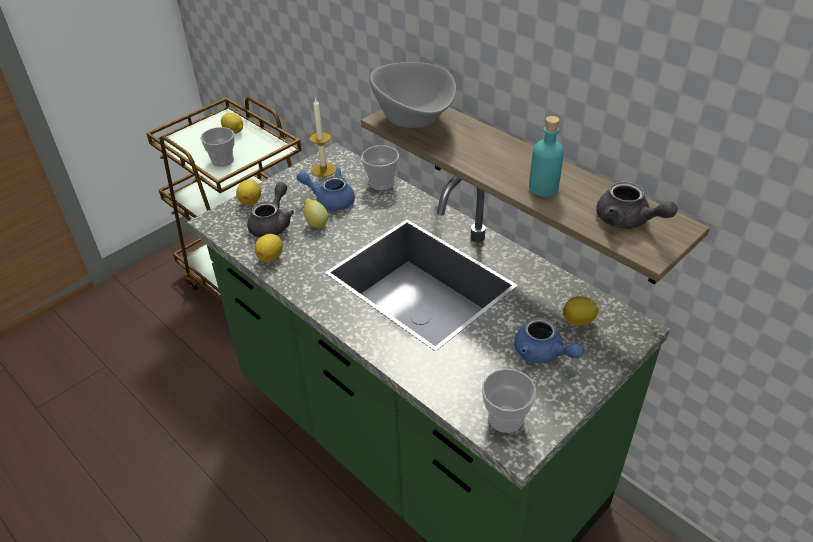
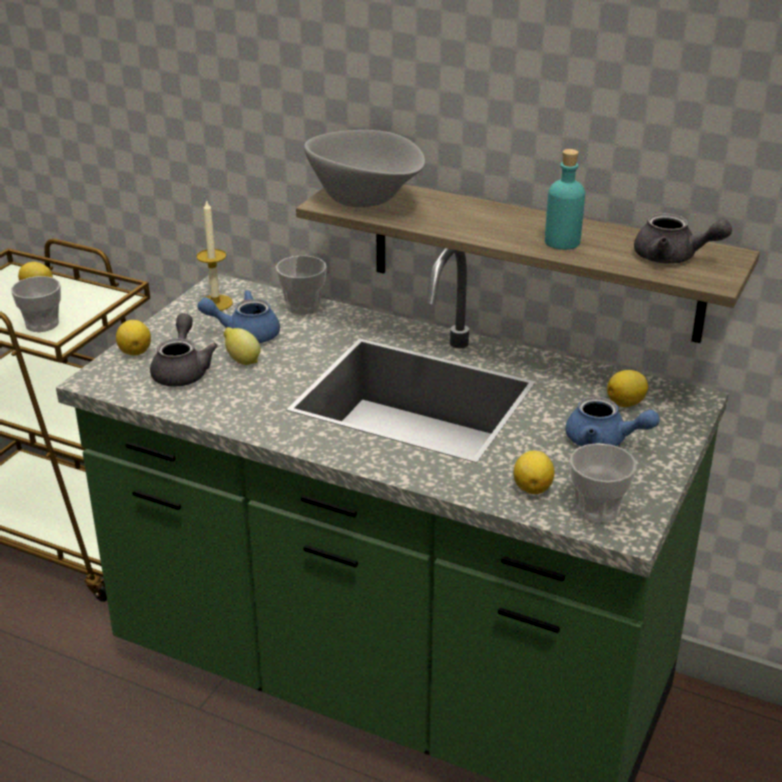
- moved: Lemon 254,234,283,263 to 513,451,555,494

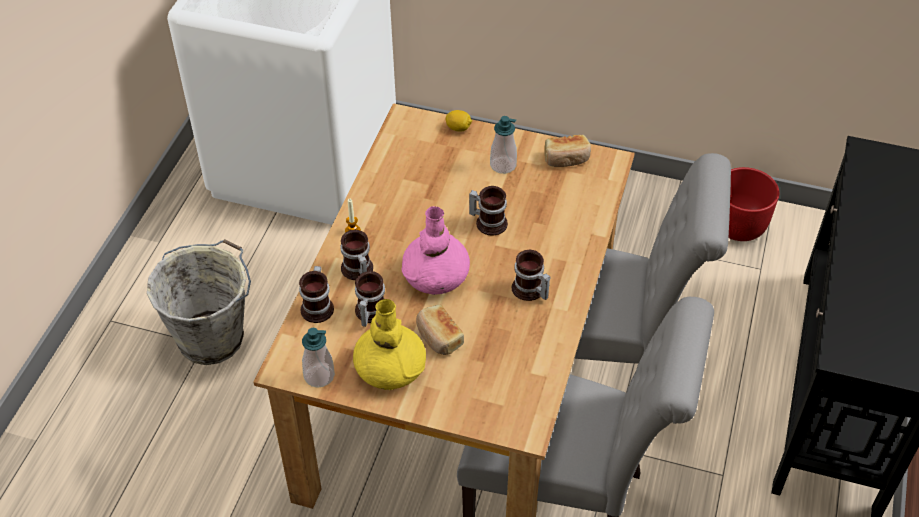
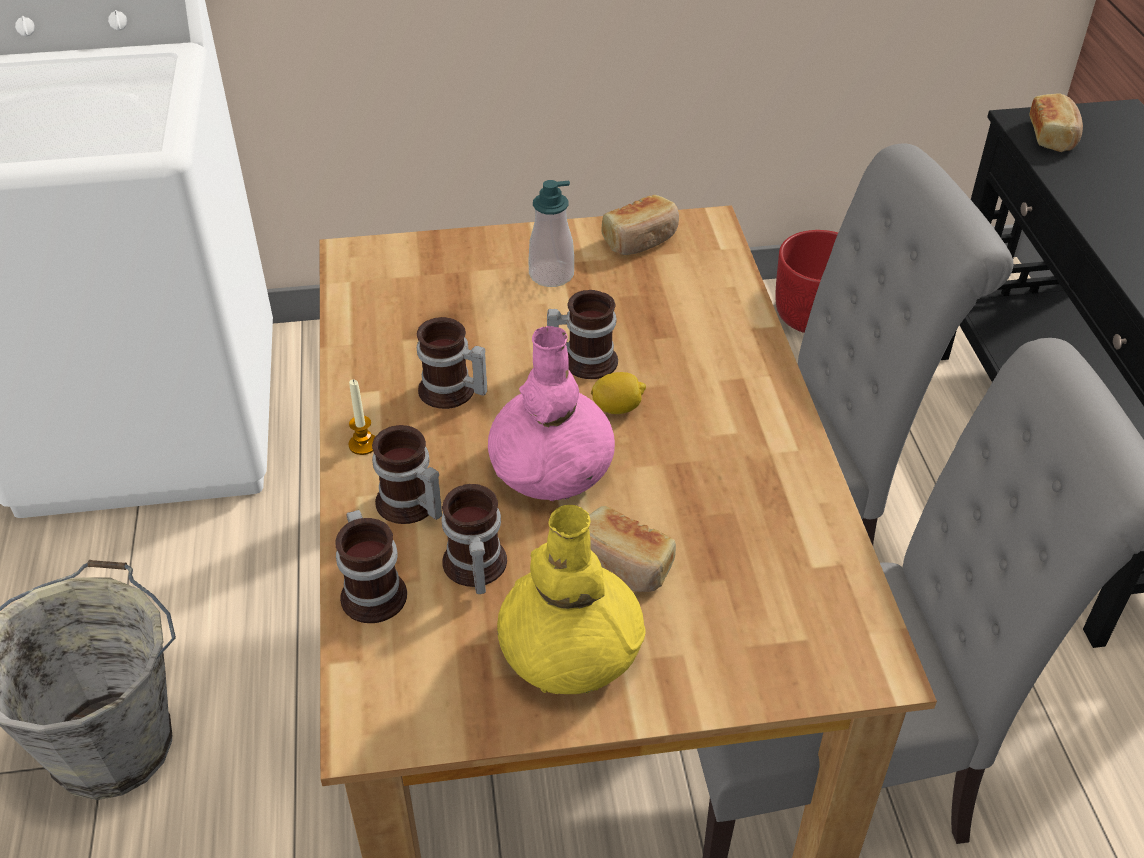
- removed: SoapDispenser 302,328,335,388
- added: Bread 1029,93,1083,152
- moved: Lemon 445,110,472,132 to 591,372,646,414
- moved: Mug 512,250,550,301 to 417,317,487,409

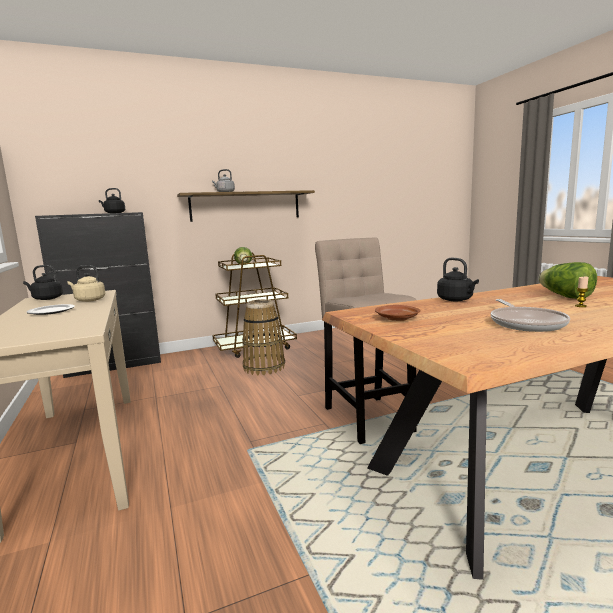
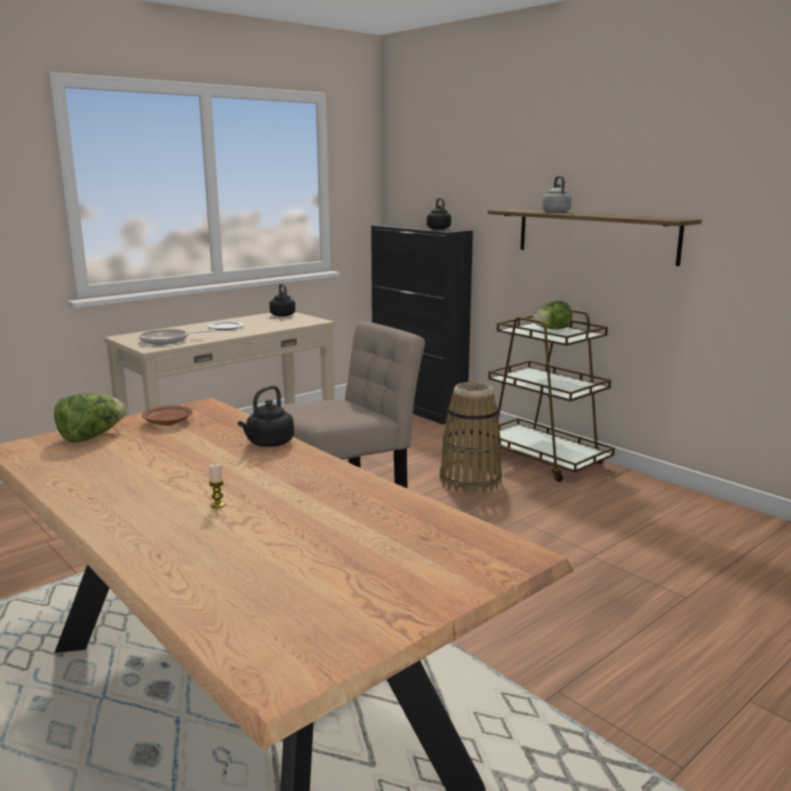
- removed: BeigeKettle 67,265,105,302
- moved: FryingPan 491,299,570,332 to 139,329,213,345
- moved: Lettuce 538,262,597,299 to 54,394,126,443

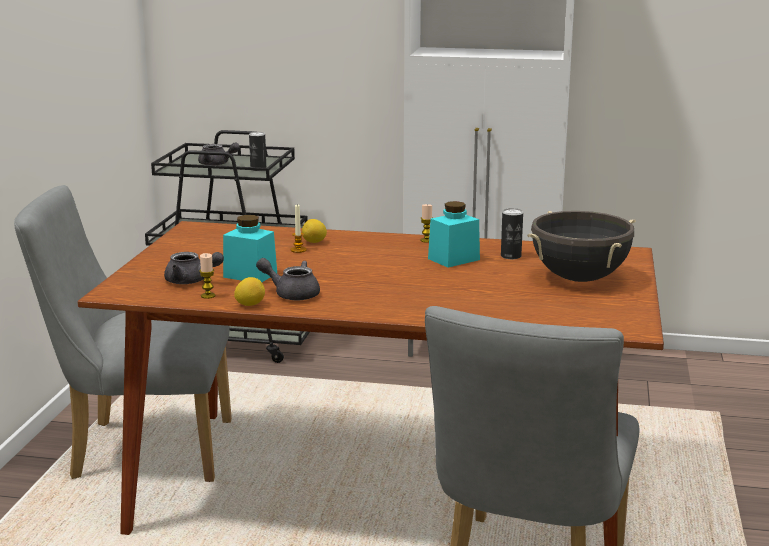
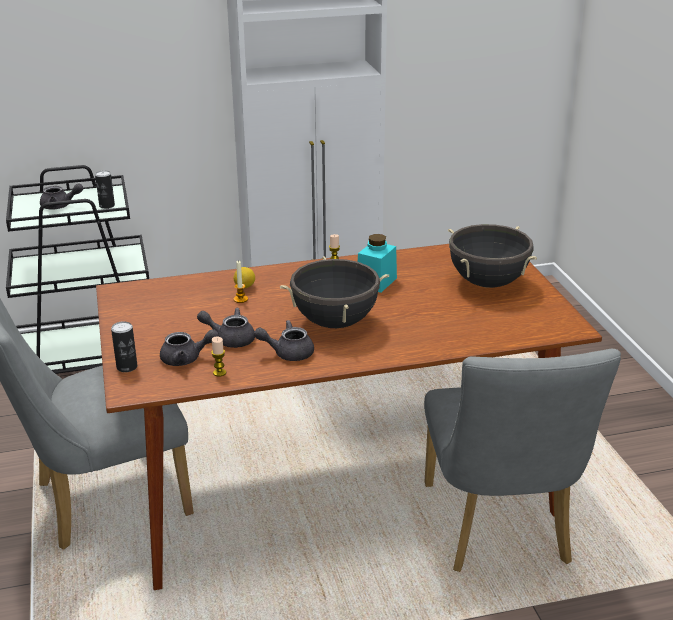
- removed: Lemon 234,277,265,306
- added: BlackCookingPot 280,256,389,328
- moved: Can 501,208,523,259 to 111,321,137,372
- replaced: TurquoiseJar 223,215,277,282 to GreyTeapot 197,308,255,348

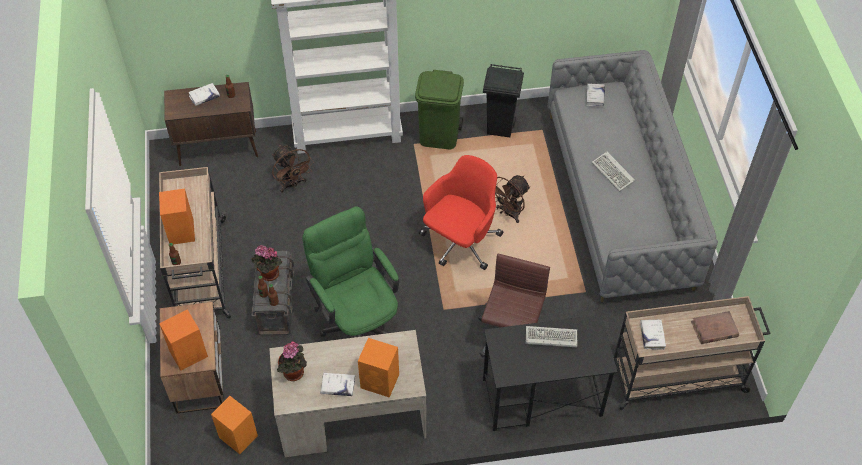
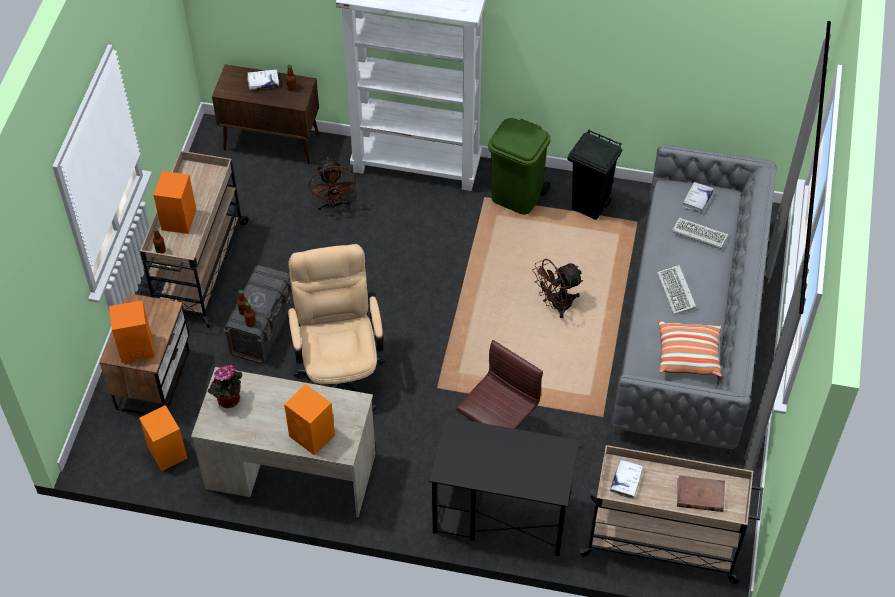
- removed: PottedPlant 251,245,282,281
- removed: WhiteBook 320,373,355,396
- removed: RedOfficeChair 419,155,504,270
- added: Pillow 658,320,722,377
- moved: Keyboard 526,326,578,347 to 672,217,728,249
- recoloured: GreenOfficeChair 303,206,399,337 to BeigeOfficeChair 287,244,385,411

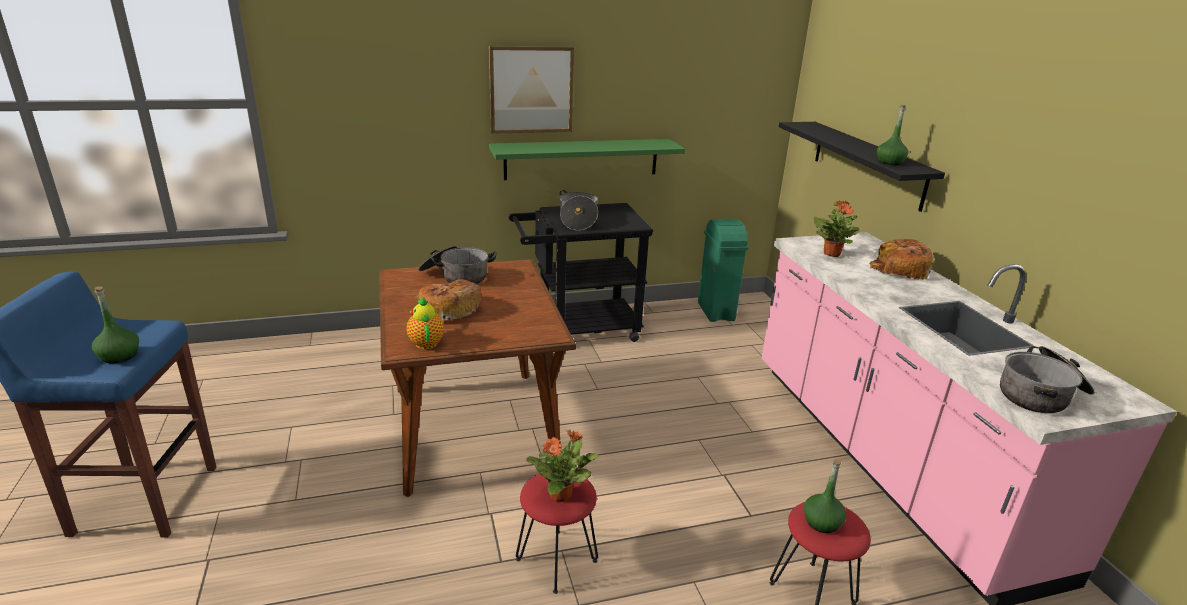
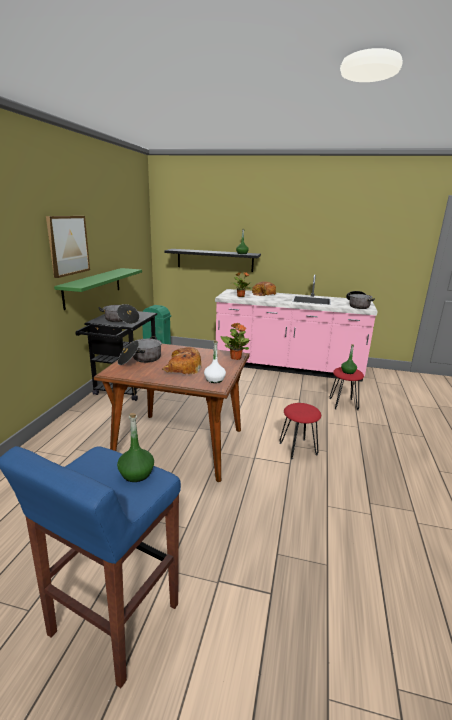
- moved: PottedPlant 526,430,599,502 to 221,323,250,360
- replaced: Teapot 406,297,444,349 to WhiteBottle 204,340,226,383

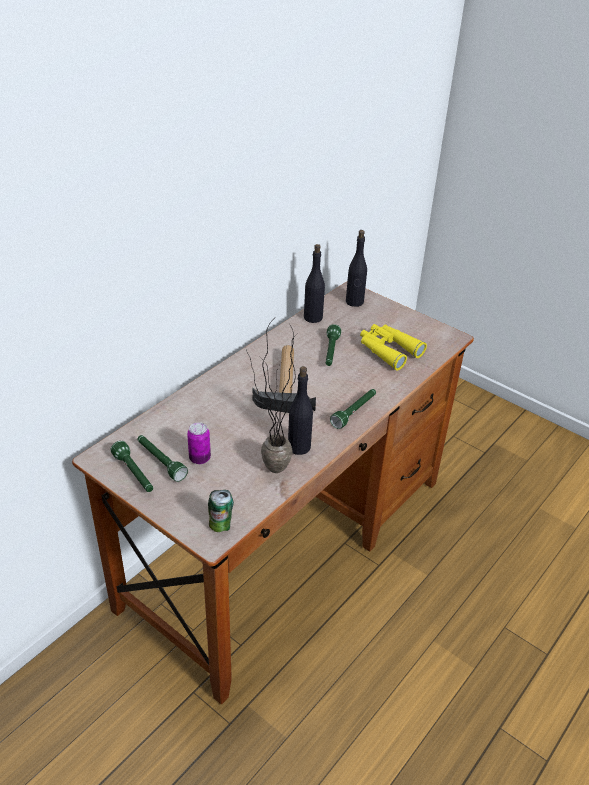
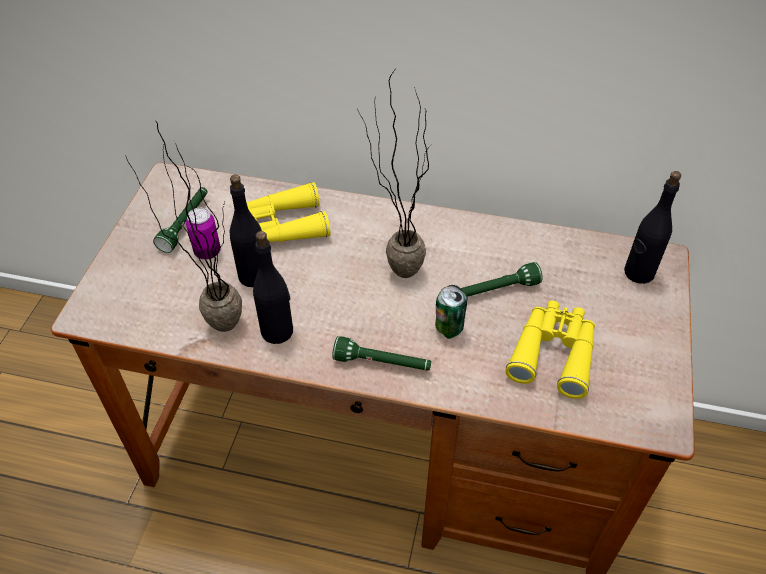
- removed: GreenFlashlight 111,441,153,492
- added: YellowBinoculars 246,182,330,242
- moved: Can 208,490,234,532 to 435,285,468,339
- moved: BlackBottle 304,244,325,323 to 230,174,262,287
- replaced: Hammer 252,345,316,413 to PottedPlant 357,70,431,278

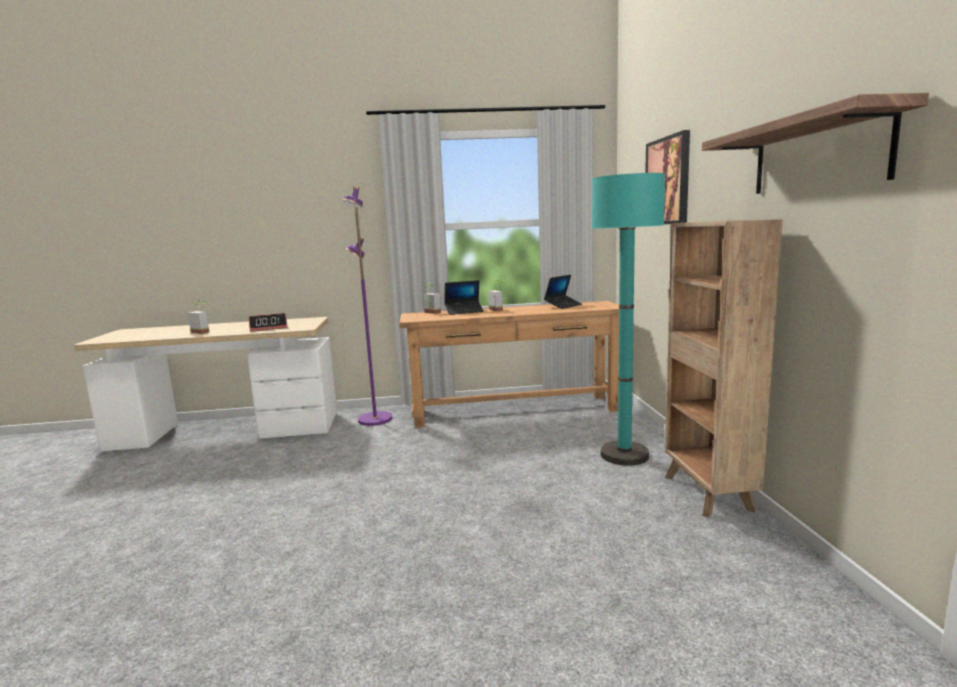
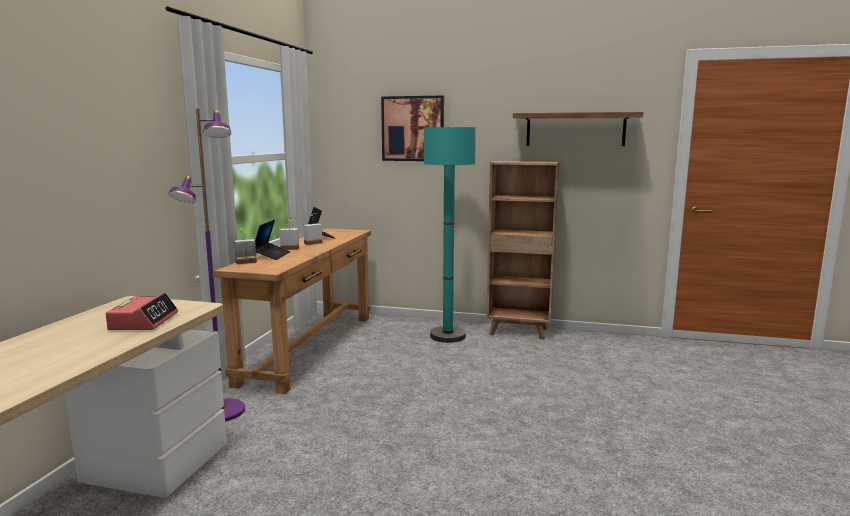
- moved: PottedPlant 188,300,210,334 to 303,213,322,245

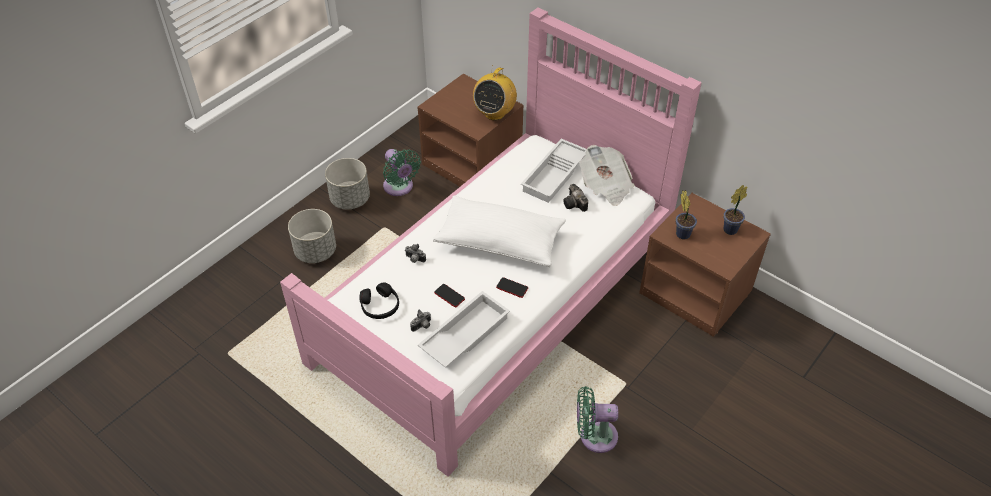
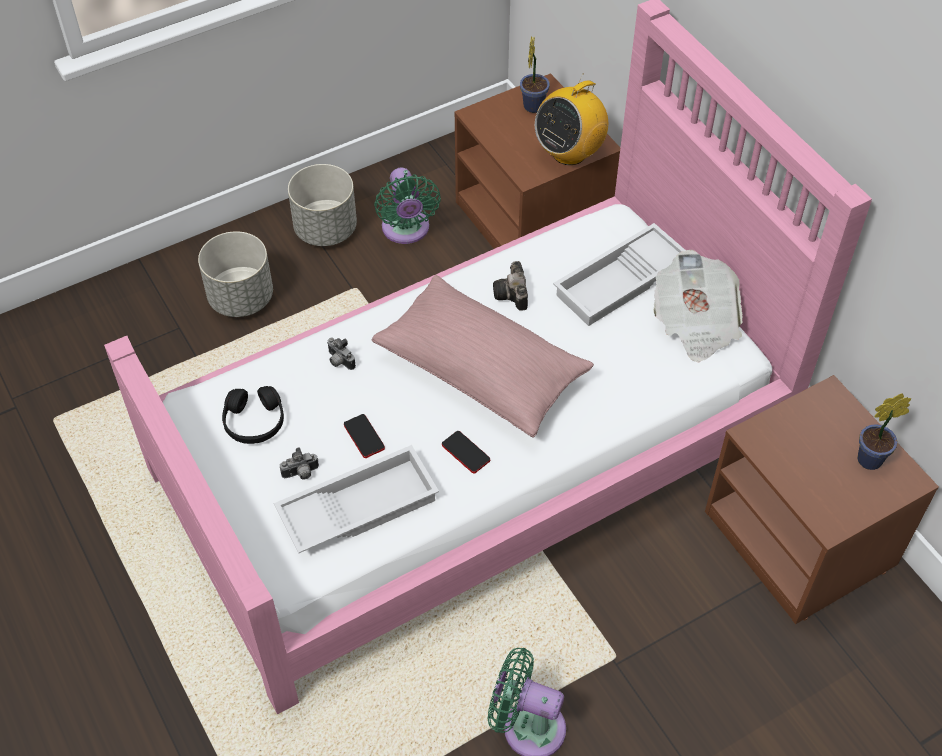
- moved: PhotoCamera 563,184,588,212 to 493,261,528,311
- moved: PottedPlant 676,190,697,240 to 520,36,550,113
- recoloured: WhitePillow 433,195,566,267 to PinkPillow 372,275,594,437

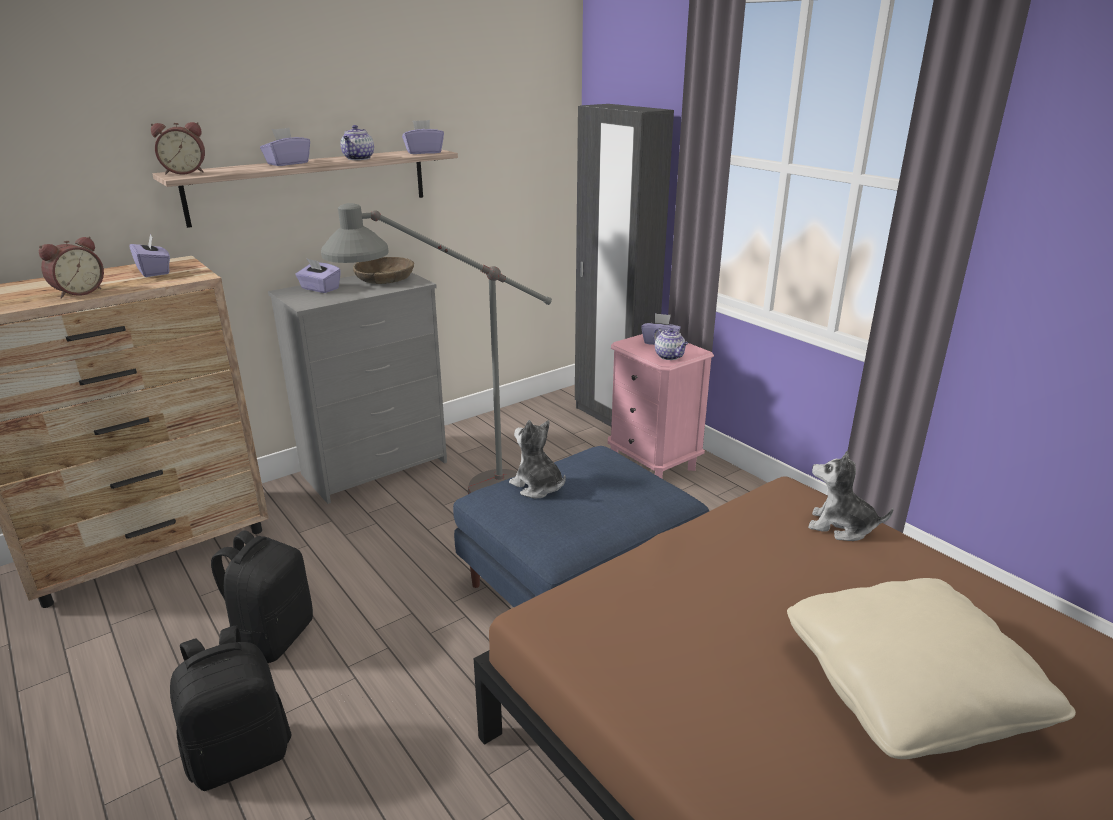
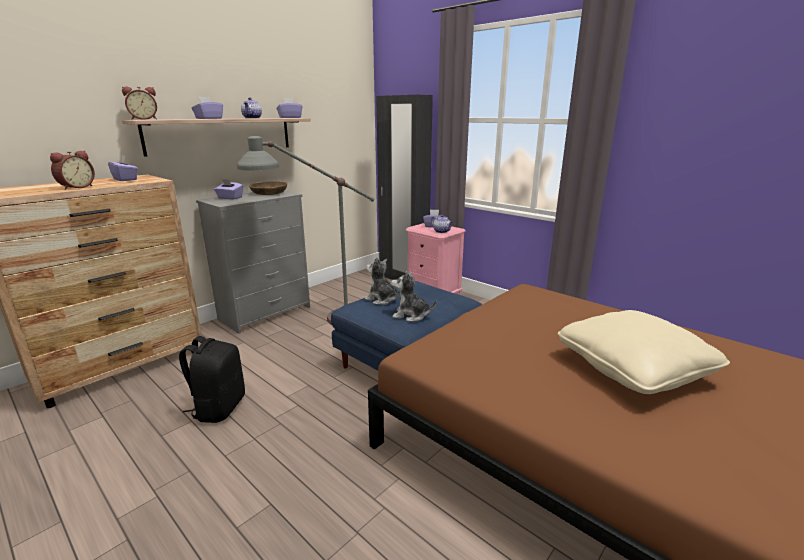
- removed: BlackBackpack 170,626,291,791
- moved: PlushToy 808,451,893,541 to 391,271,436,322

